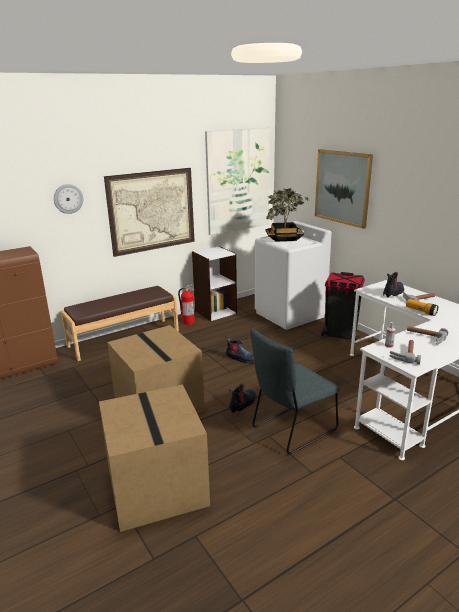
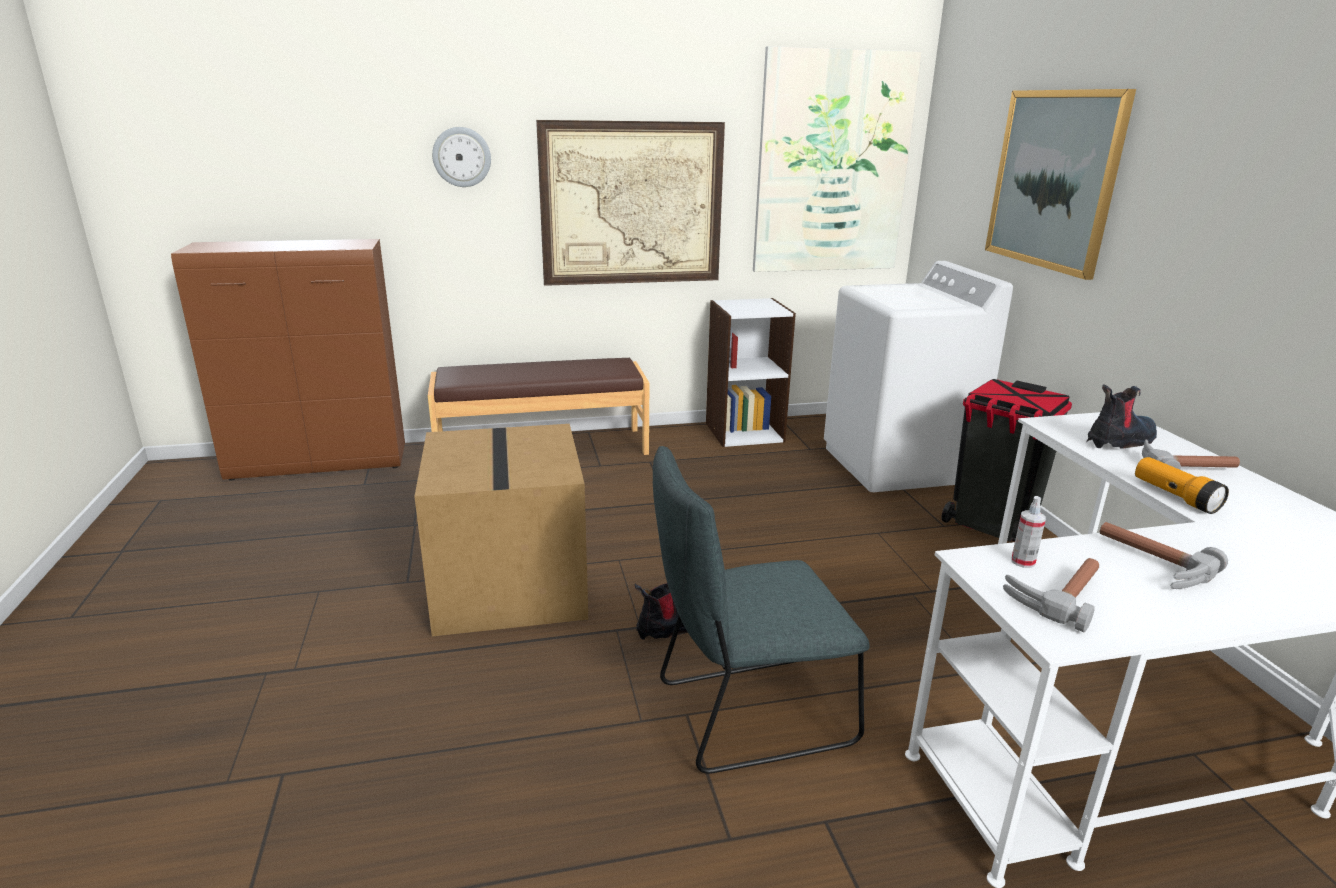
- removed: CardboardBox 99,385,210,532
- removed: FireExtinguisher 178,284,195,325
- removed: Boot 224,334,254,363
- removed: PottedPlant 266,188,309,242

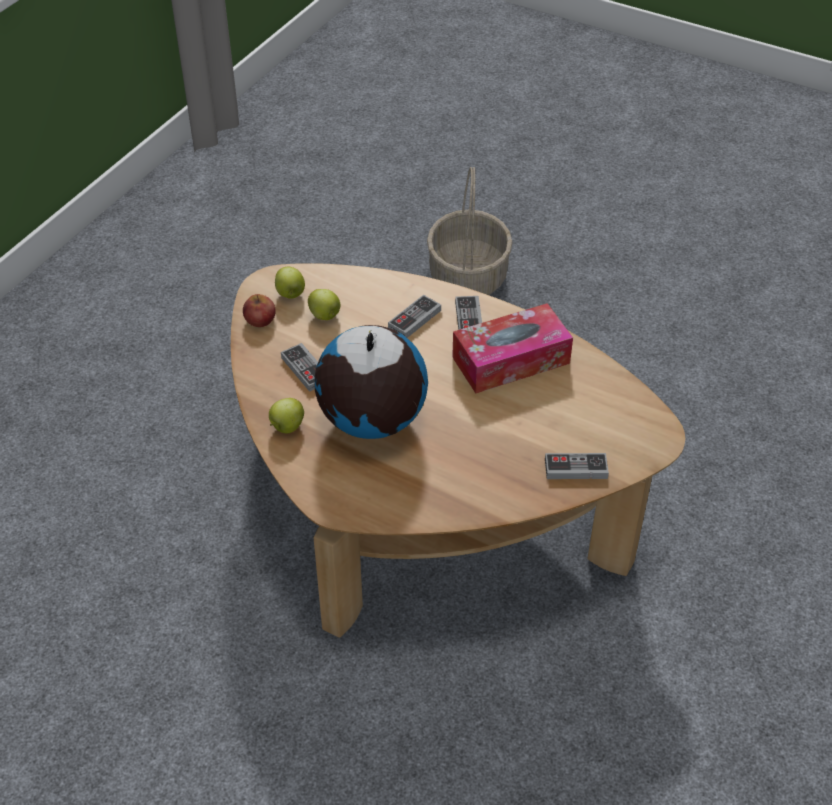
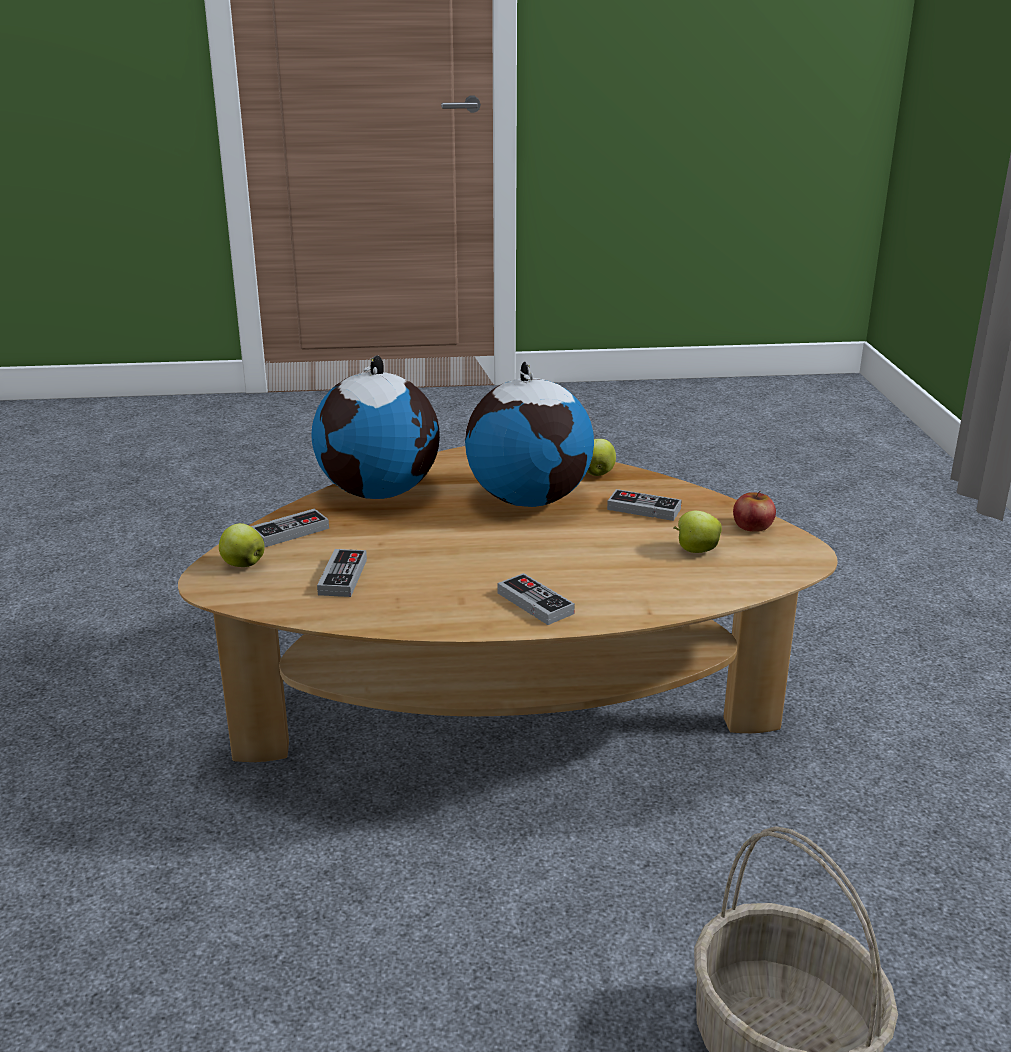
- removed: TissueBox 452,303,573,393
- added: Globe 312,355,440,499
- moved: Apple 275,266,305,299 to 219,523,265,567
- moved: GameController 388,295,441,338 to 317,549,367,597

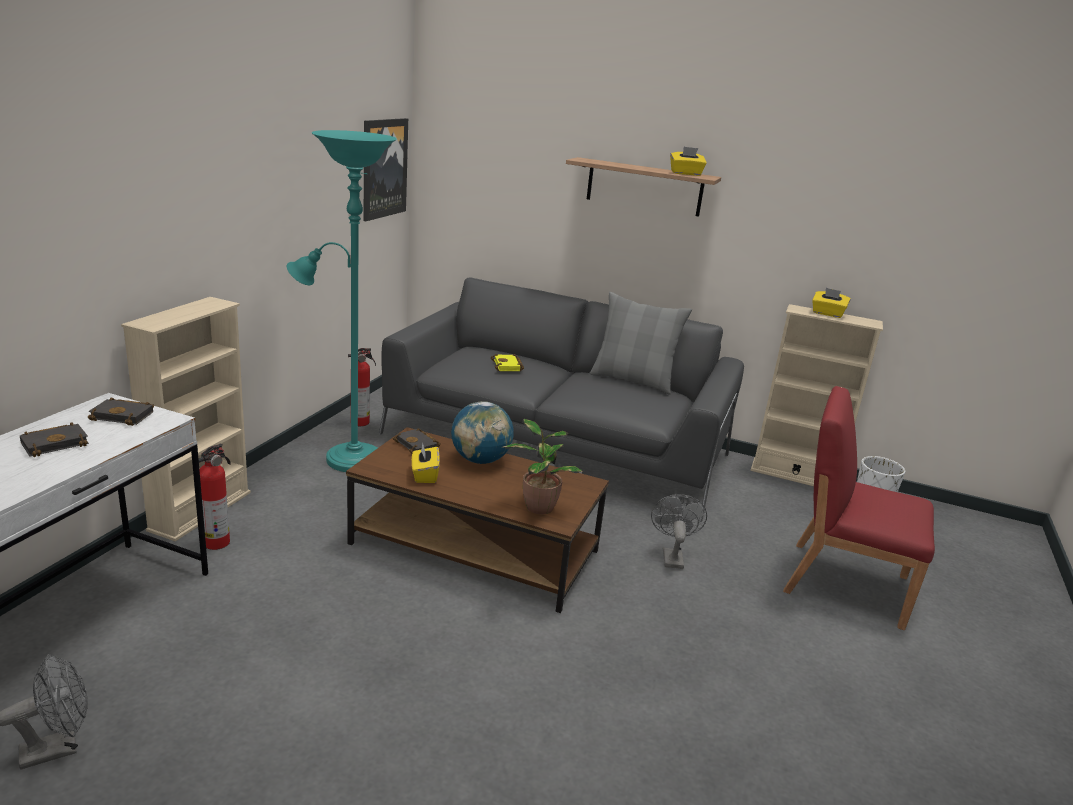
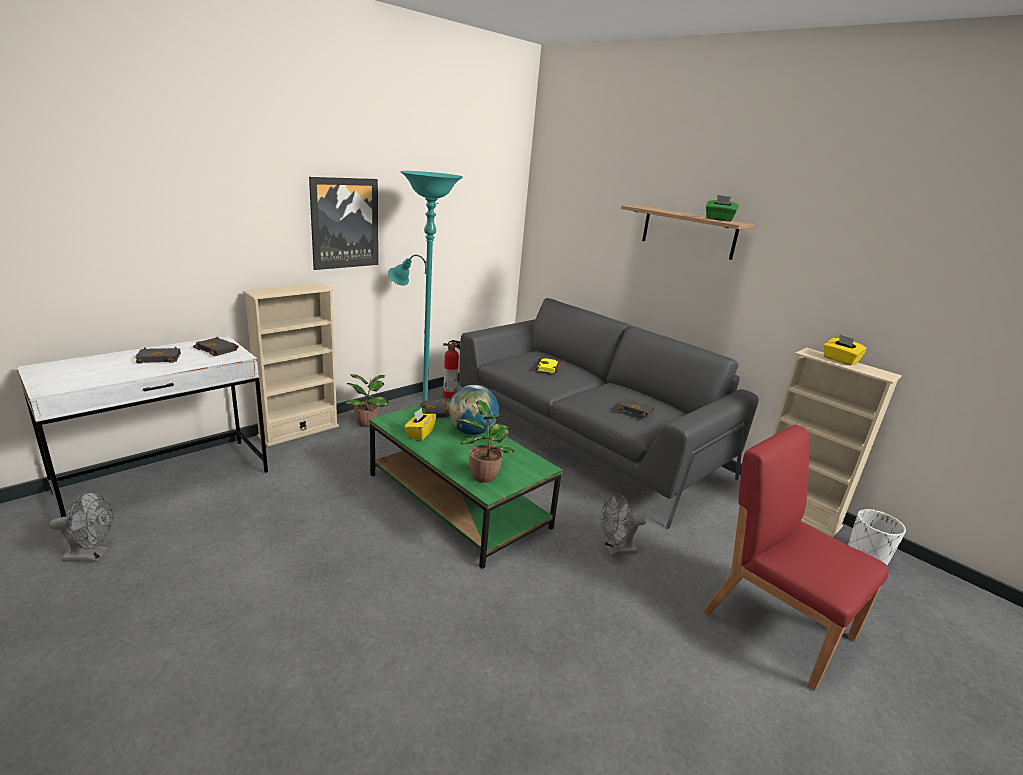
- removed: FireExtinguisher 199,443,231,550
- removed: GreyPillow 589,292,692,394
- added: PottedPlant 346,374,388,427
- added: BlackBook 619,398,654,418
- moved: Picture 364,118,408,221 to 309,177,378,270
- recoloured: BrownCoffeeTable 346,427,609,613 to GreenCoffeeTable 369,399,563,569
- recoloured: YellowTissueBox 670,147,707,176 to GreenTissueBox 706,195,739,222
- turned: GreyFan 651,494,707,569 = 601,493,646,556 135 degrees counterclockwise

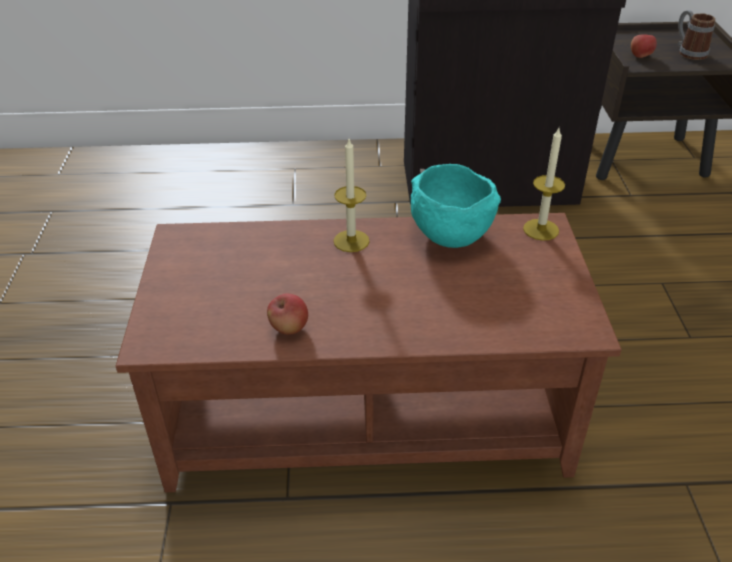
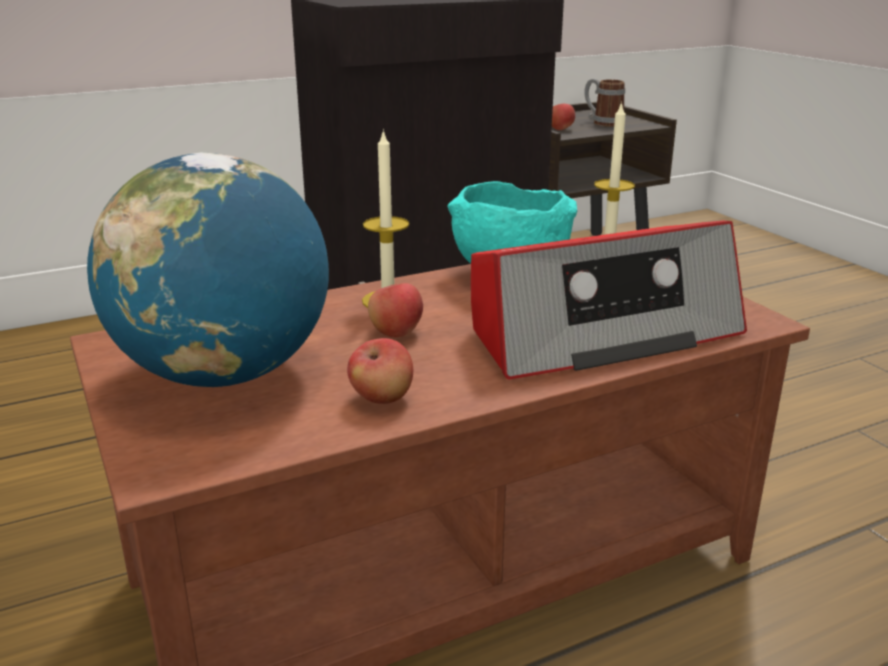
- added: Globe 87,153,329,387
- added: Apple 368,283,423,338
- added: Radio 471,221,747,380

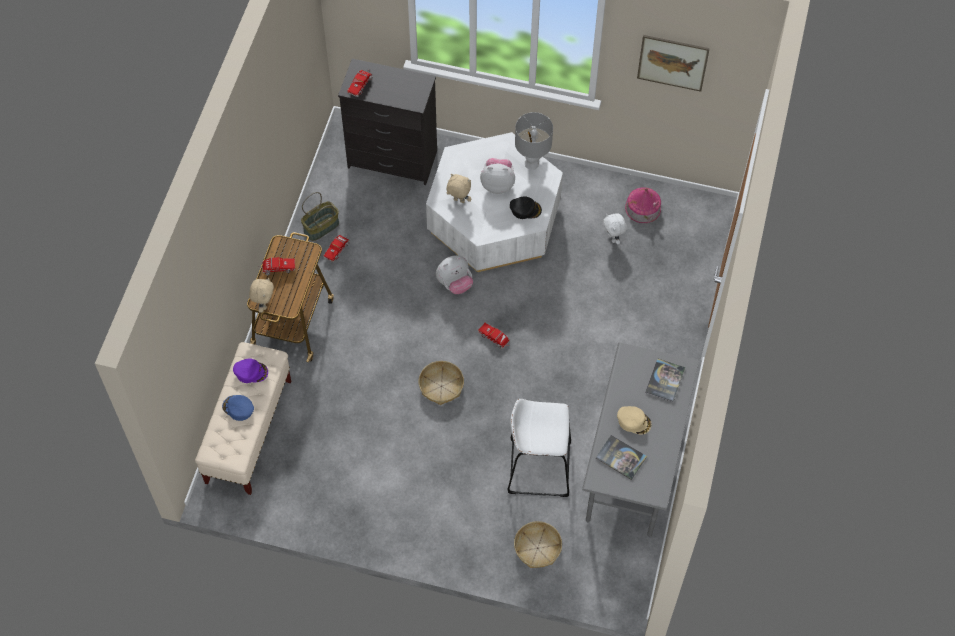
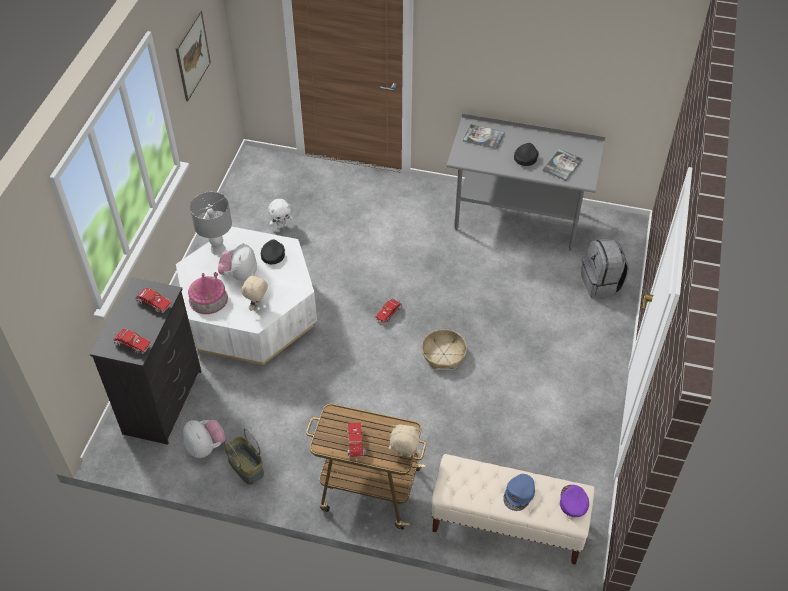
- removed: WhiteStool 508,399,571,497
- moved: PurpleCap 233,358,268,383 to 560,485,589,517
- moved: ToyTruck 324,235,350,262 to 135,288,172,313
- moved: PlushToy 436,255,473,294 to 183,420,226,458
- moved: ToyHouse 625,187,661,223 to 188,272,228,314
- replaced: Basket 514,521,562,568 to GreyBackpack 581,238,629,298
- recoloured: BeigeCap 617,406,652,435 to BlackCap 514,143,539,166

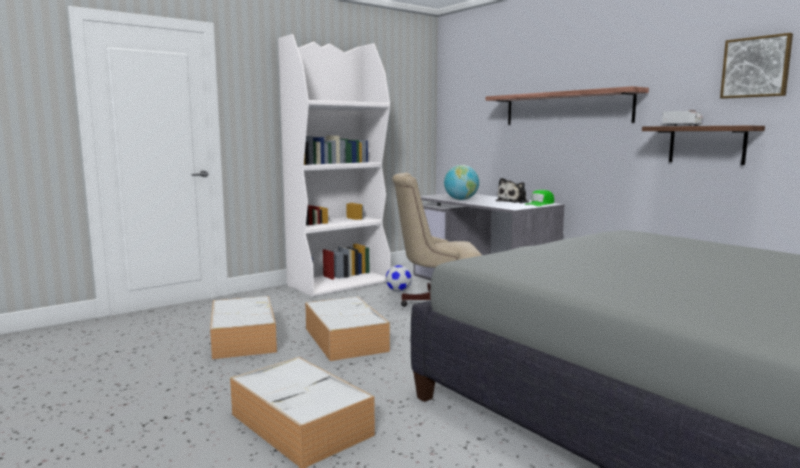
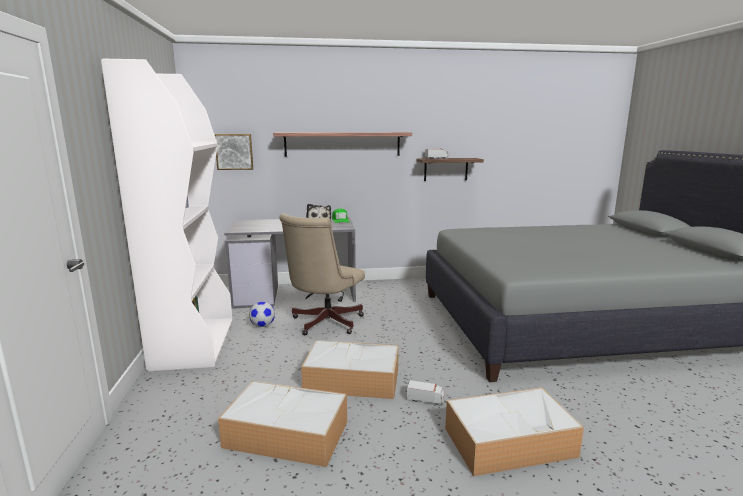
- removed: Globe 444,165,479,200
- added: ToyTruck 407,380,445,405
- moved: Picture 720,33,793,99 to 215,134,253,170

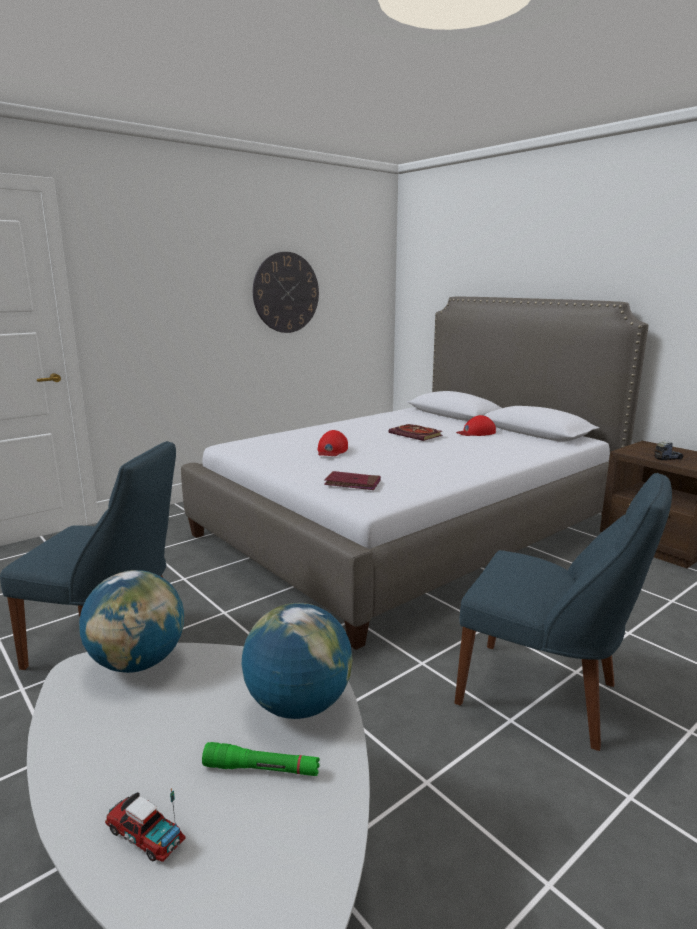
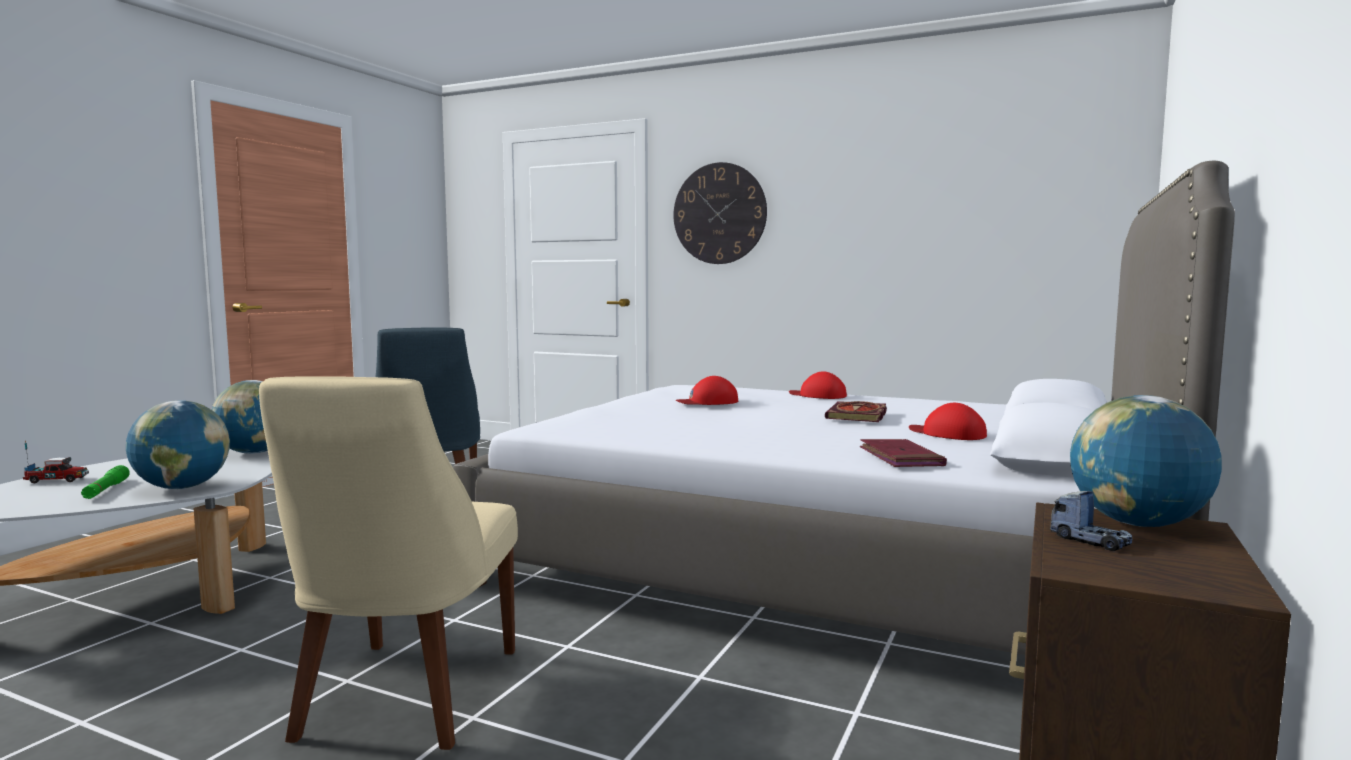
- added: RedCap 789,372,847,399
- added: Globe 1070,395,1222,527
- moved: WallClock 253,252,319,333 to 674,162,767,264
- moved: RedBook 324,471,381,490 to 860,439,947,467
- recoloured: BlueChair 455,473,672,751 to BeigeChair 259,376,518,750
- turned: ToyTruck 105,788,186,862 = 23,441,89,483 75 degrees clockwise

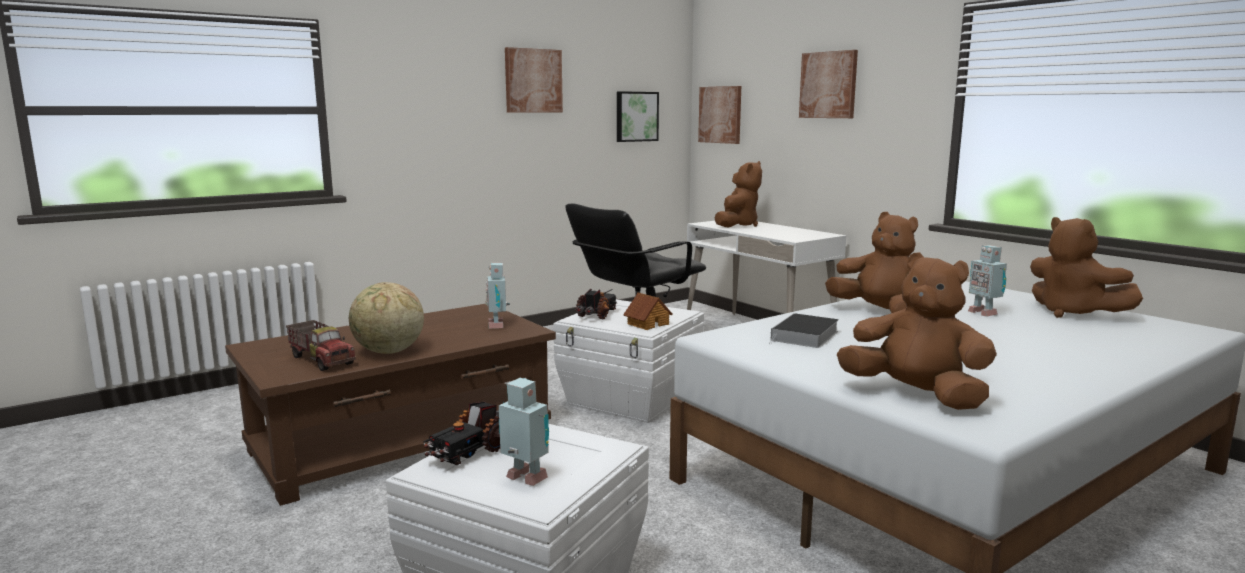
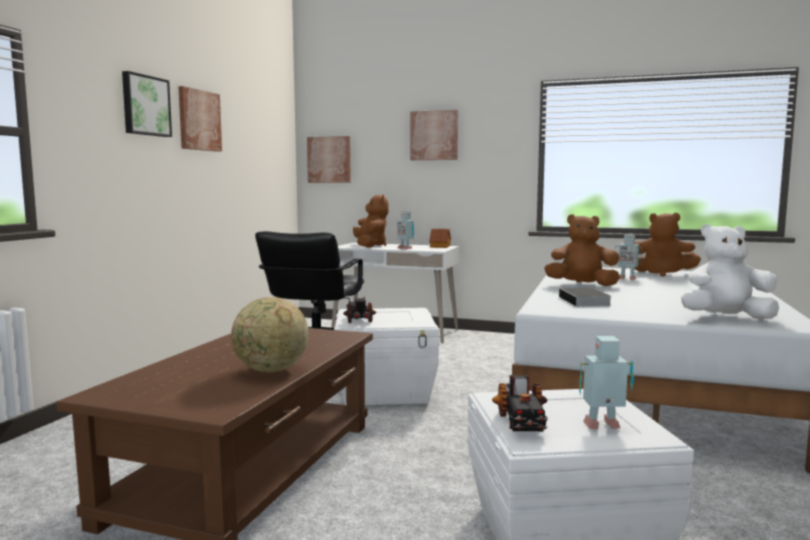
- removed: ToyTruck 286,320,356,371
- moved: ToyRobot 485,263,510,329 to 397,211,414,250
- moved: Picture 617,91,659,142 to 122,71,172,137
- moved: ToyHouse 623,293,672,330 to 429,229,451,248
- recoloured: BrownPlushToy 837,252,997,410 to WhitePlushToy 681,224,779,320

